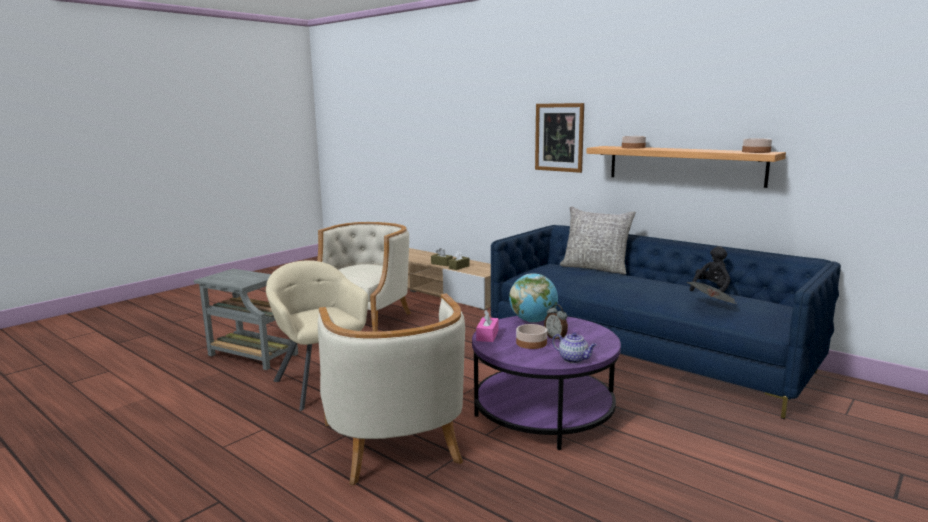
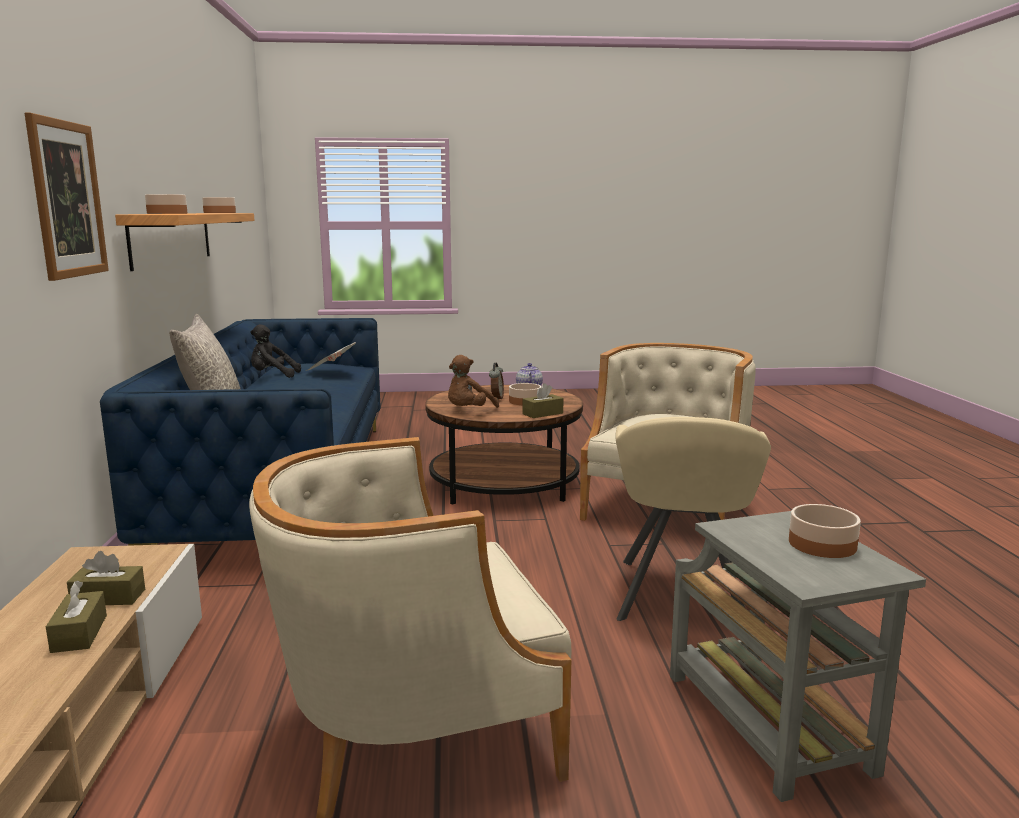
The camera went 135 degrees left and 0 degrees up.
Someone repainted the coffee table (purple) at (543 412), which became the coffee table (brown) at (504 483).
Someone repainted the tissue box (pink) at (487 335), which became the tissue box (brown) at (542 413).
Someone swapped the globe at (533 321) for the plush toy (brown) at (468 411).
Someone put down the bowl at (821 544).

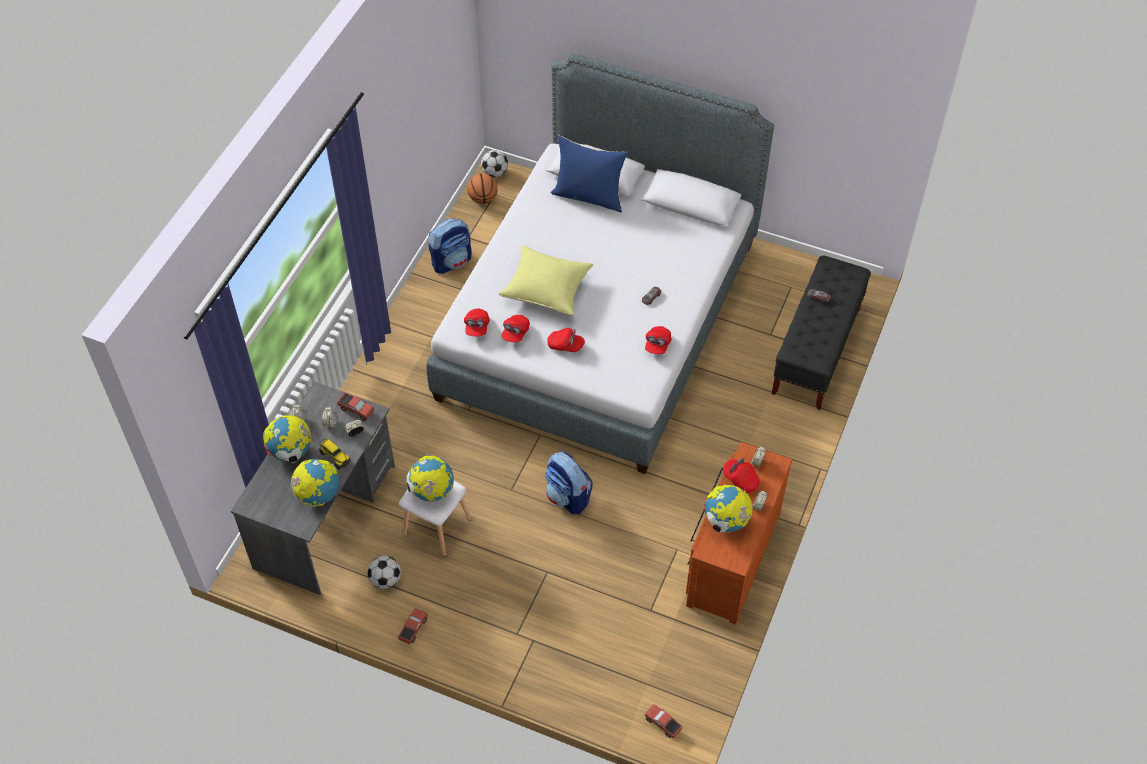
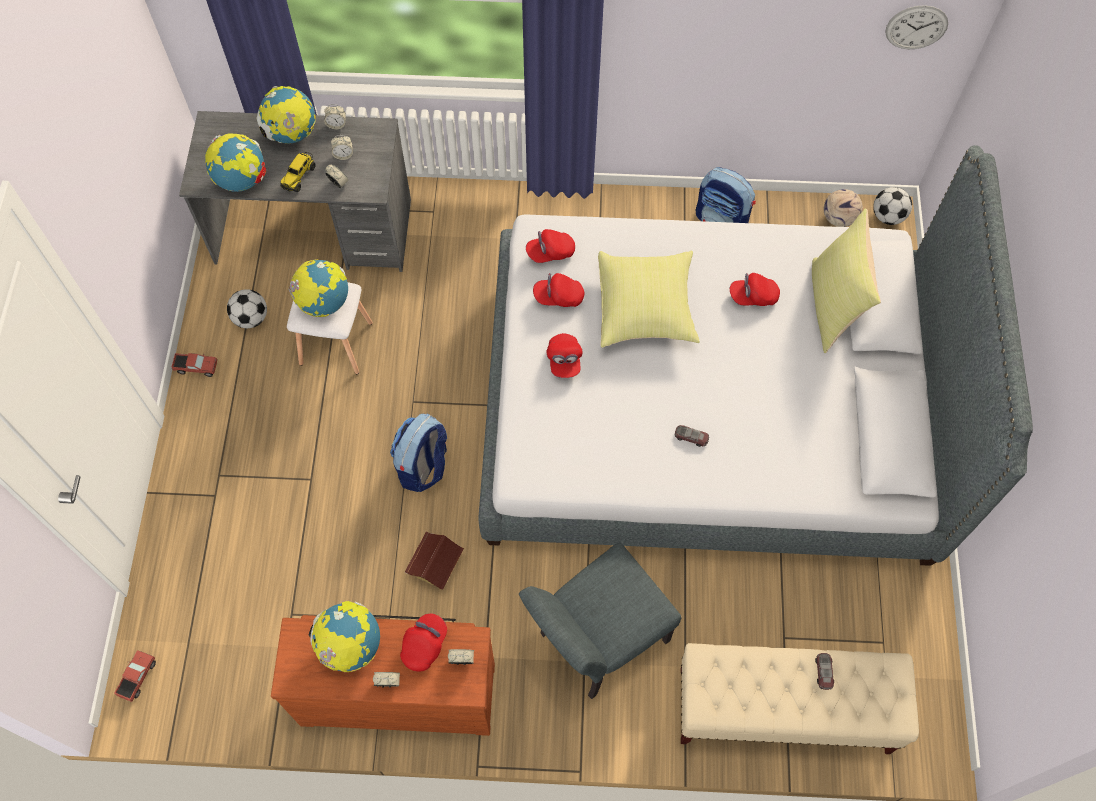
The camera went 70 degrees right and 10 degrees up.
Someone took away the toy truck at (356 410).
Someone swapped the basketball at (483 199) for the football at (838 218).
Someone repainted the pillow (blue) at (589 196), which became the pillow (yellow) at (834 305).
Someone carried the cap (red) from (657 345) to (753 296).
Someone repainted the bench (black) at (816 351), which became the bench (beige) at (782 710).
Someone put down the toy house at (436 568).
Someone put down the chair (grey) at (595 642).
Someone put up the wall clock at (916 27).

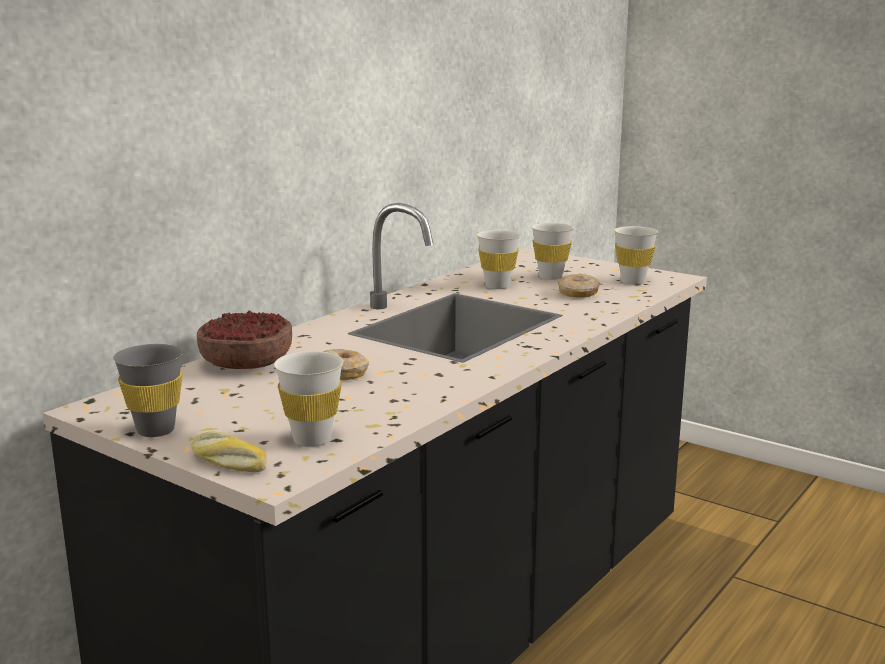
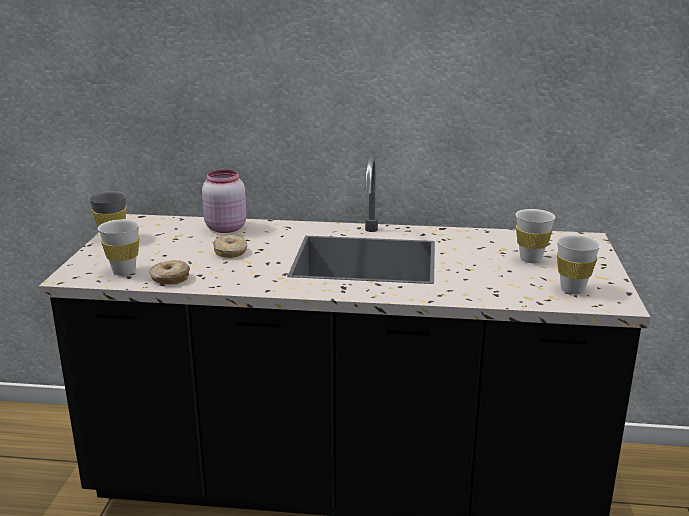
The camera went 60 degrees right and 5 degrees up.
Someone took away the bread at (227 463).
Someone swapped the bowl at (245 363) for the jar (pink) at (224 228).
Someone took away the cup (white) at (497 286).
Someone carried the donut from (578 293) to (170 279).

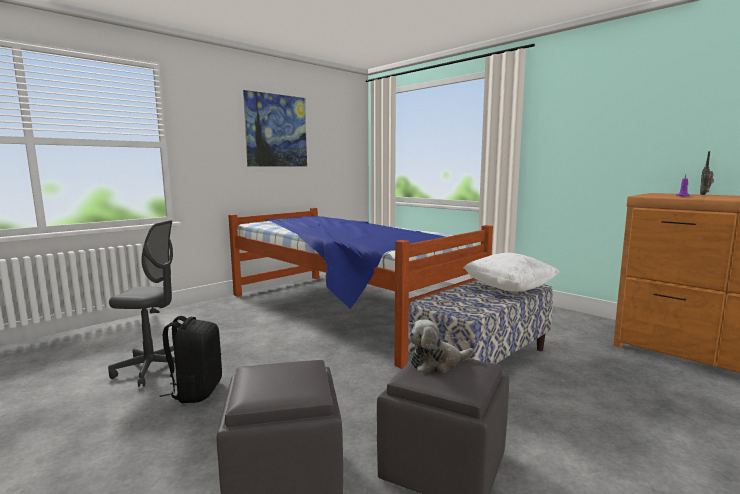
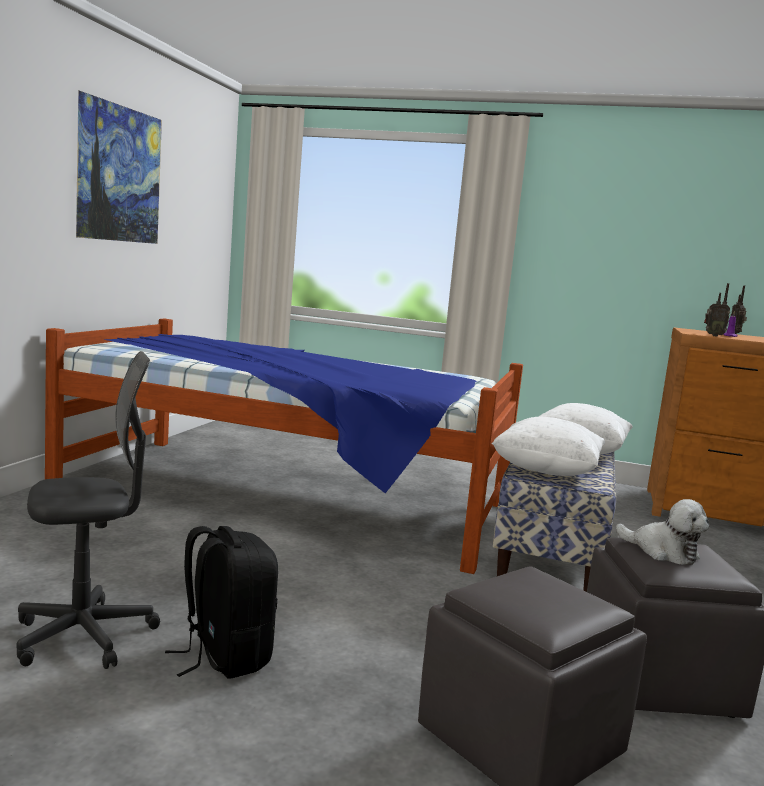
The camera went 30 degrees left and 0 degrees up.
Someone rotated the plush toy at (437 363) by 90 degrees counterclockwise.
Someone put down the pillow (white) at (546 472).
Someone put down the radio at (713 335).

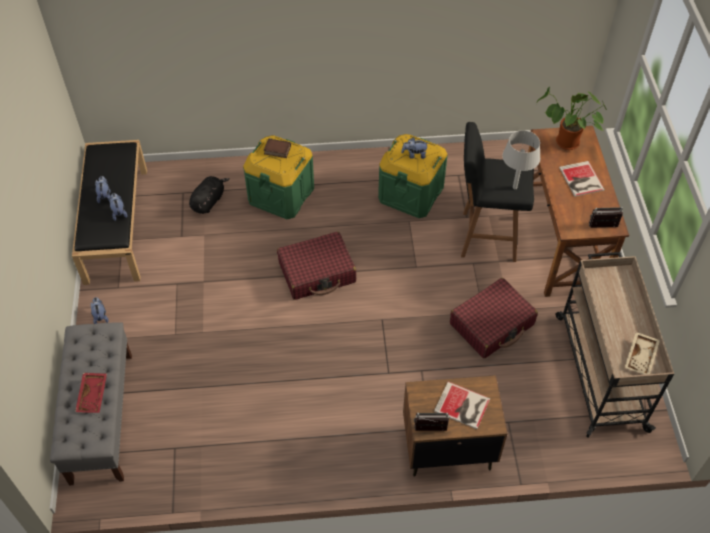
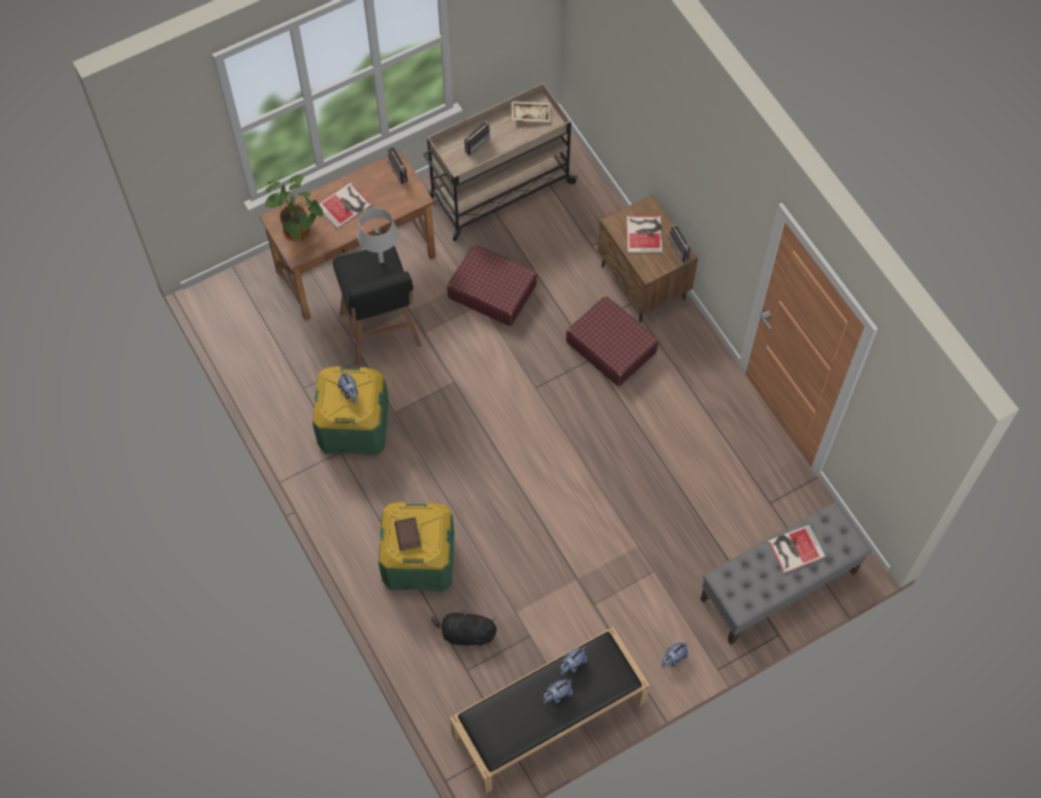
The camera went 115 degrees left and 10 degrees up.
Someone swapped the tray (red) at (93 395) for the book at (794 548).
Someone carried the suitcase (red) from (317 272) to (611 346).
Someone put down the radio at (475 143).

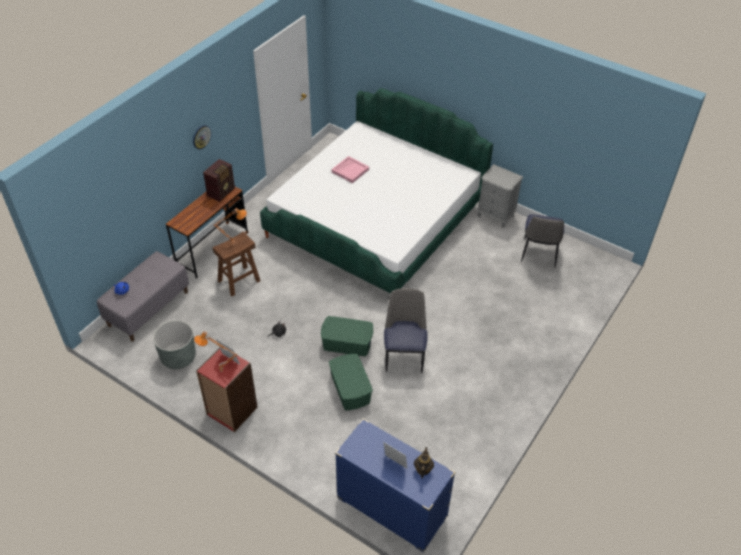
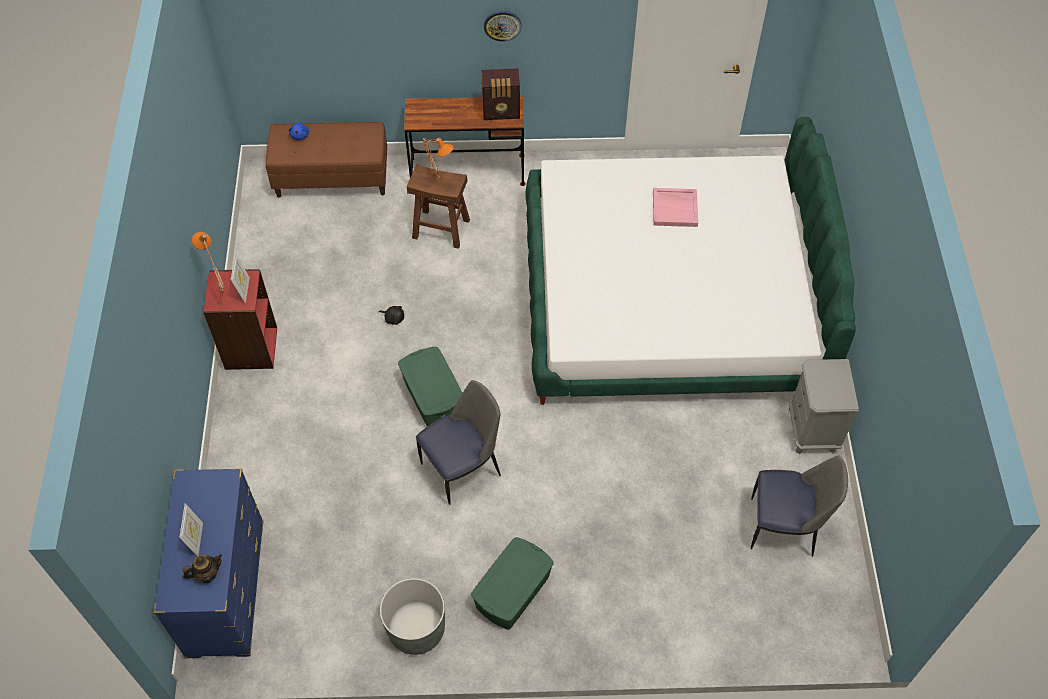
The camera went 55 degrees right and 10 degrees up.
Someone repainted the bench (grey) at (148 308), which became the bench (brown) at (332 178).
Someone carried the planter (grey) from (178 357) to (416 629).
Someone carried the storage box (green) from (350 389) to (512 591).
Someone rotated the chair at (538 254) by 150 degrees counterclockwise.

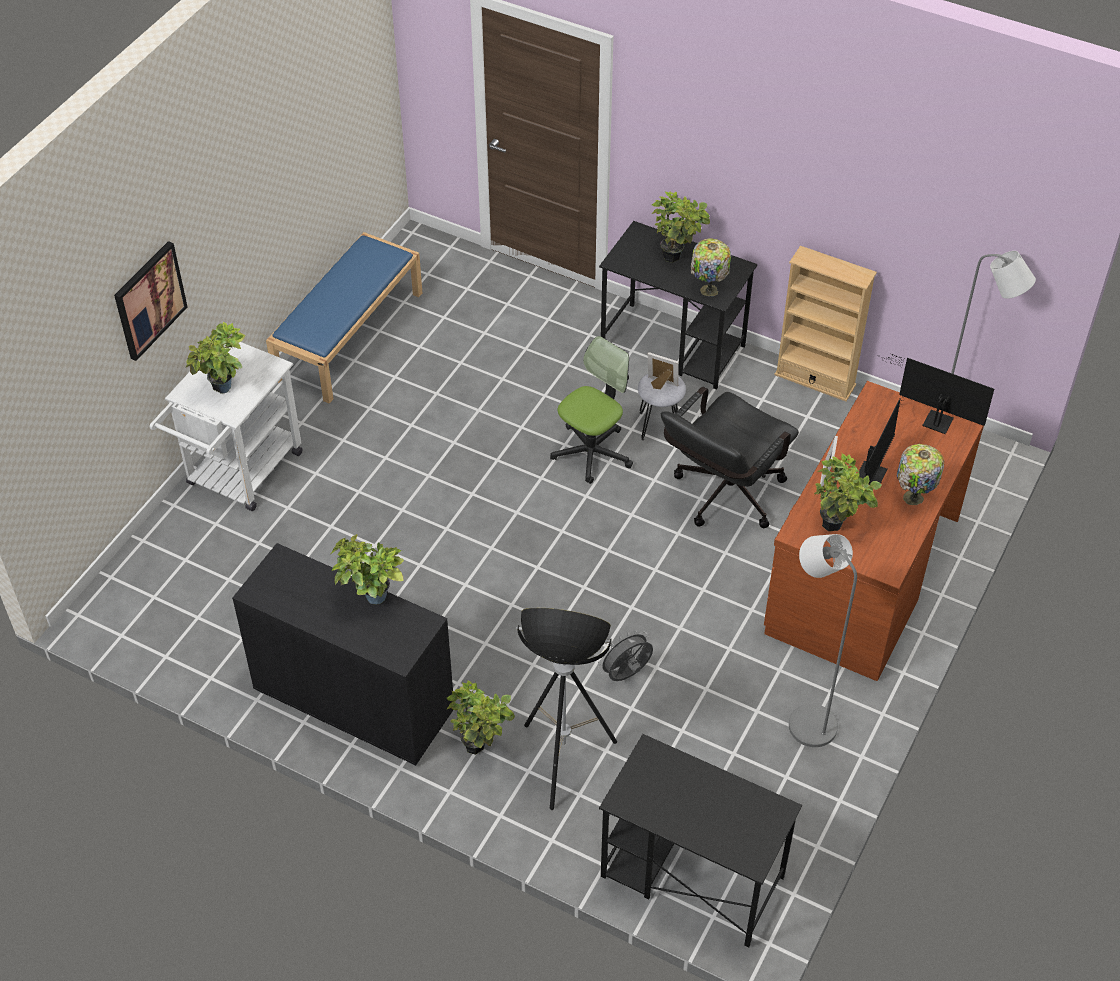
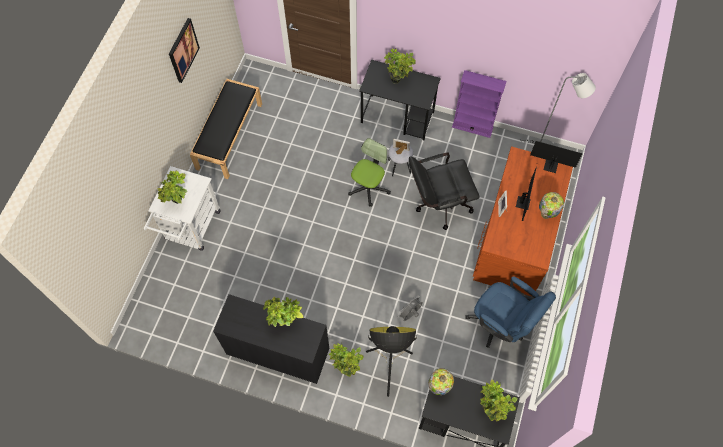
The camera went 10 degrees left and 15 degrees up.
Someone carried the picture from (149 300) to (183 50).
Someone repainted the bench (blue) at (349 334), which became the bench (black) at (229 135).
Someone rotated the office chair (black) at (722 498) by 45 degrees clockwise.
Someone carried the table lamp from (708 291) to (438 387).
Someone repainted the bookcase (beige) at (815 380), which became the bookcase (purple) at (472 127).
Someone swapped the floor lamp (grey) at (805 719) for the office chair (blue) at (501 325).
Someone carried the potted plant from (837 527) to (491 408).

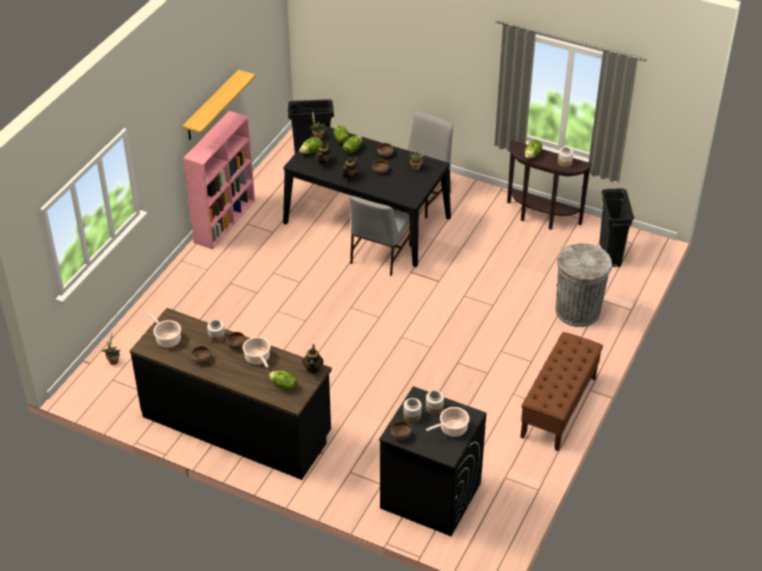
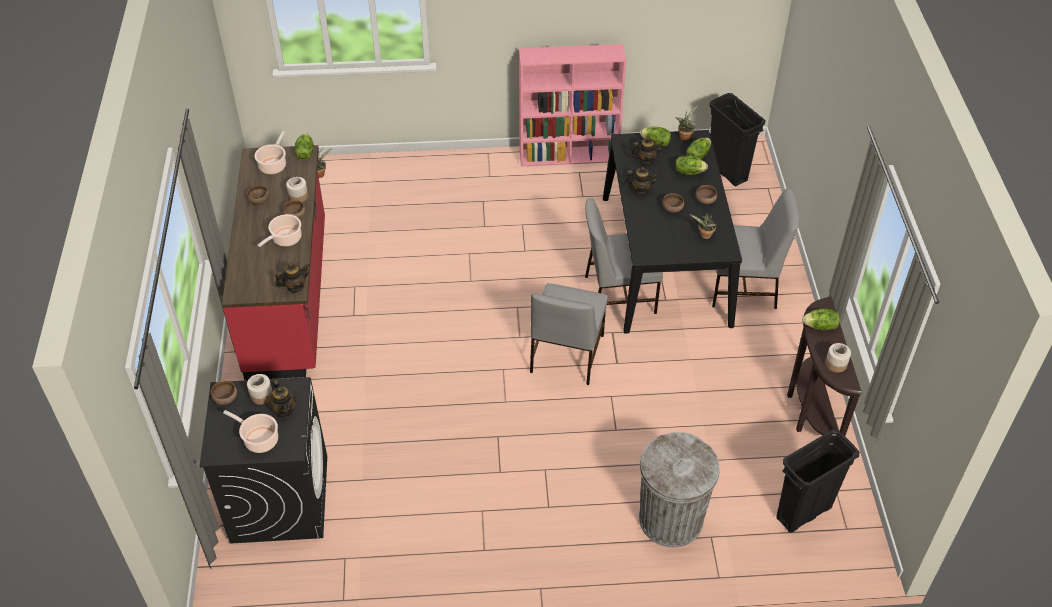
The camera went 60 degrees right and 5 degrees up.
Someone repainted the counter (black) at (237 425), which became the counter (red) at (289 297).
Someone took away the shelf at (211 106).
Someone carried the lettuce from (283 386) to (305 153).
Someone swapped the jar at (434 408) for the teapot at (284 410).
Someone took away the bench (brown) at (558 407).
Someone put down the chair (grey) at (566 355).

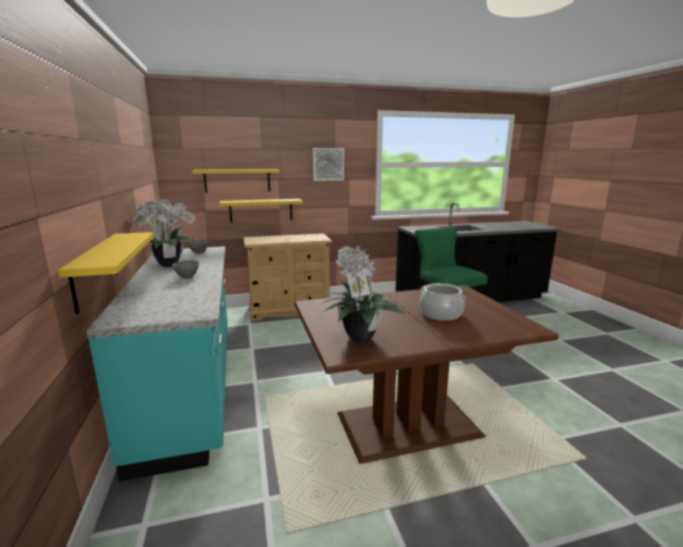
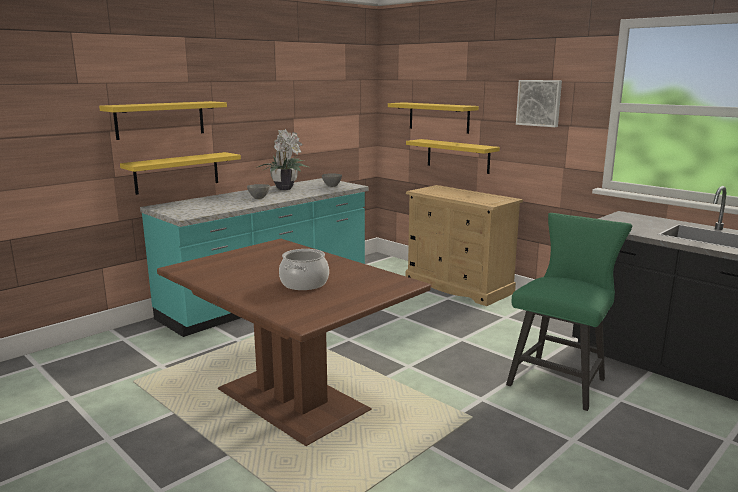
The camera went 60 degrees right and 0 degrees up.
Someone took away the potted plant at (359 339).
Someone put up the shelf (yellow) at (160 119).

